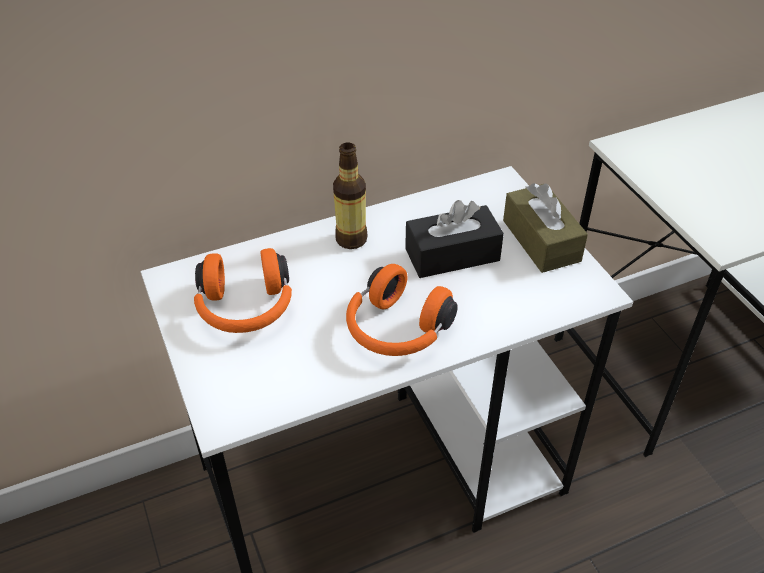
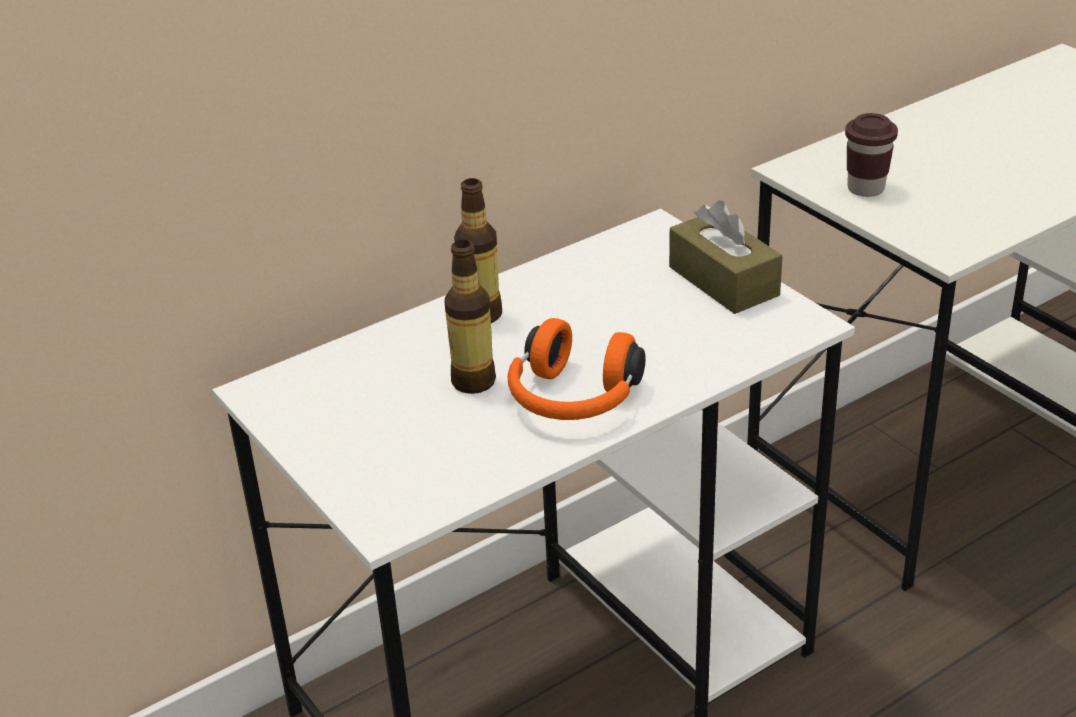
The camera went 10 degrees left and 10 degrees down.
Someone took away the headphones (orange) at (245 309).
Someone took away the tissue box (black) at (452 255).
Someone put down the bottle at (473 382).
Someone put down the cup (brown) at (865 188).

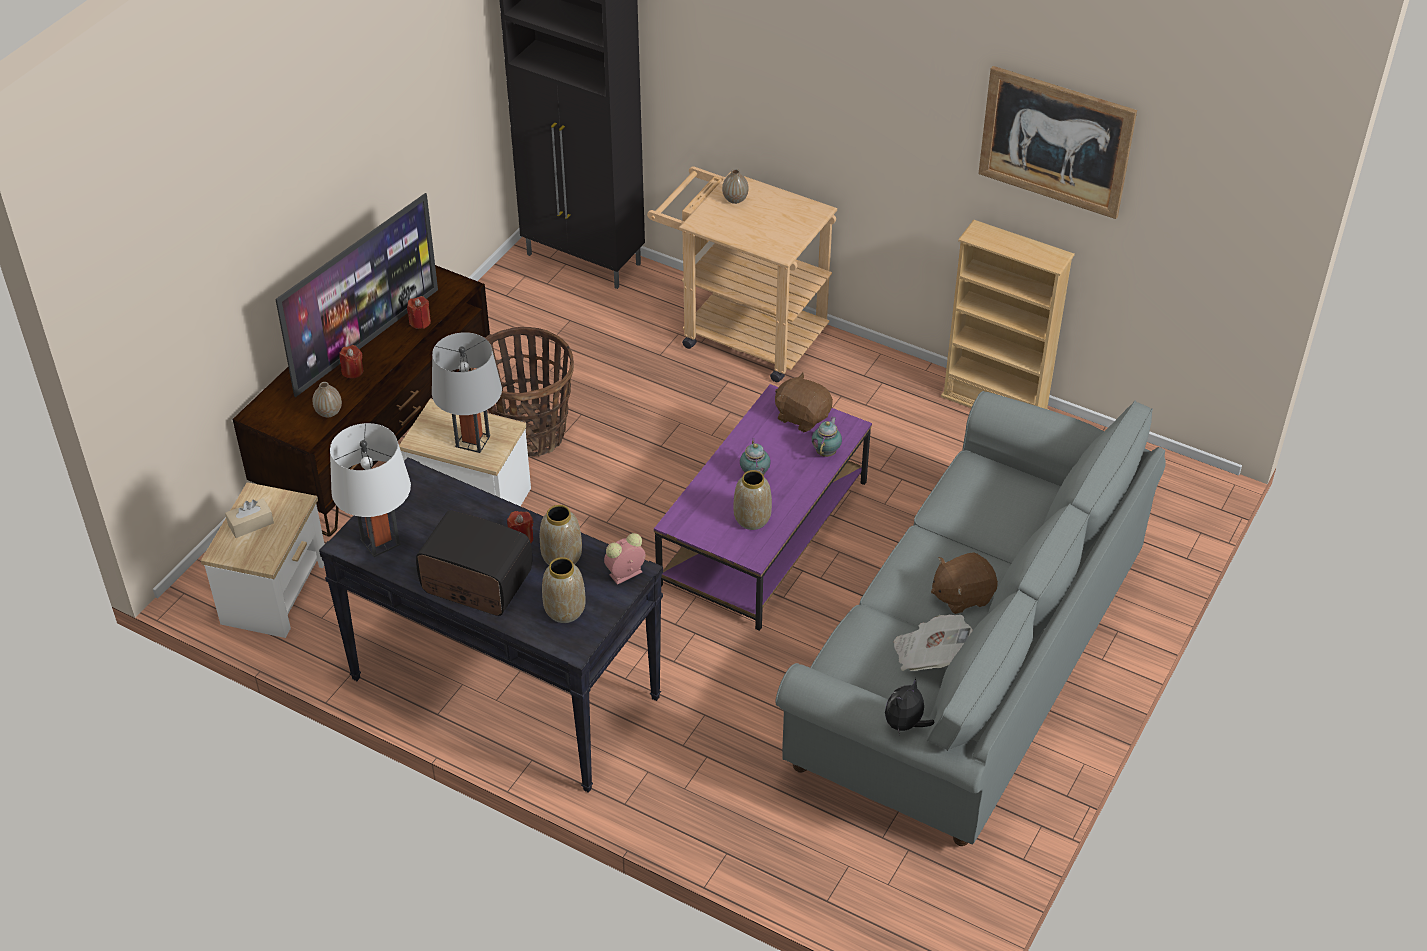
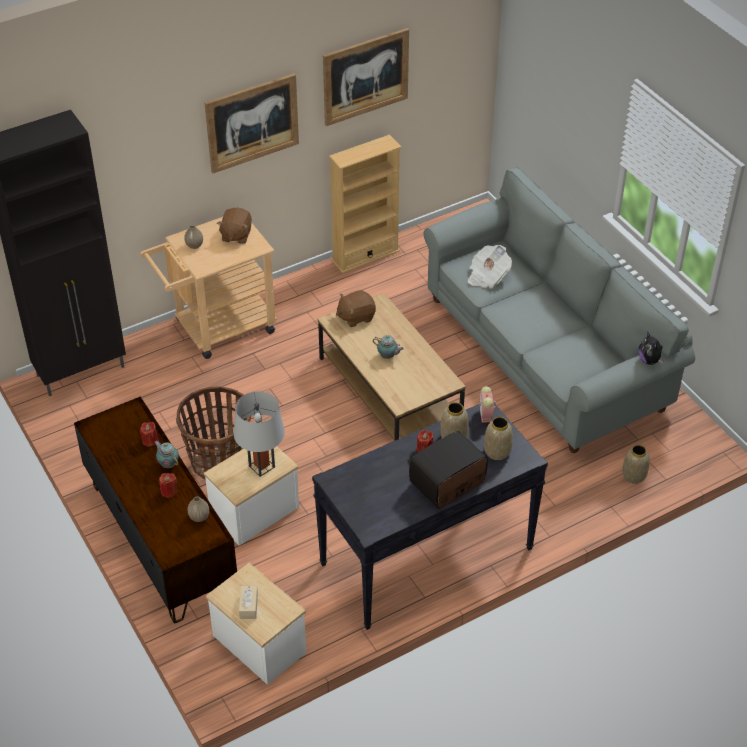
The camera went 60 degrees left and 0 degrees up.
Someone took away the television at (366 340).
Someone took away the table lamp (white) at (380 542).
Someone repainted the coffee table (purple) at (764 533), which became the coffee table (brown) at (390 390).
Someone carried the vase from (751 519) to (633 476).
Someone carried the teapot from (826 451) to (168 464).
Someone carried the newspaper from (929 655) to (487 276).
Someone carried the plush toy (brown) from (962 595) to (236 235).
Someone put up the picture at (252 122).

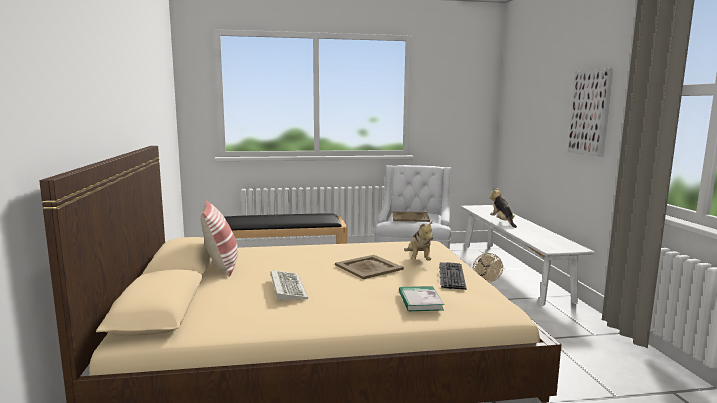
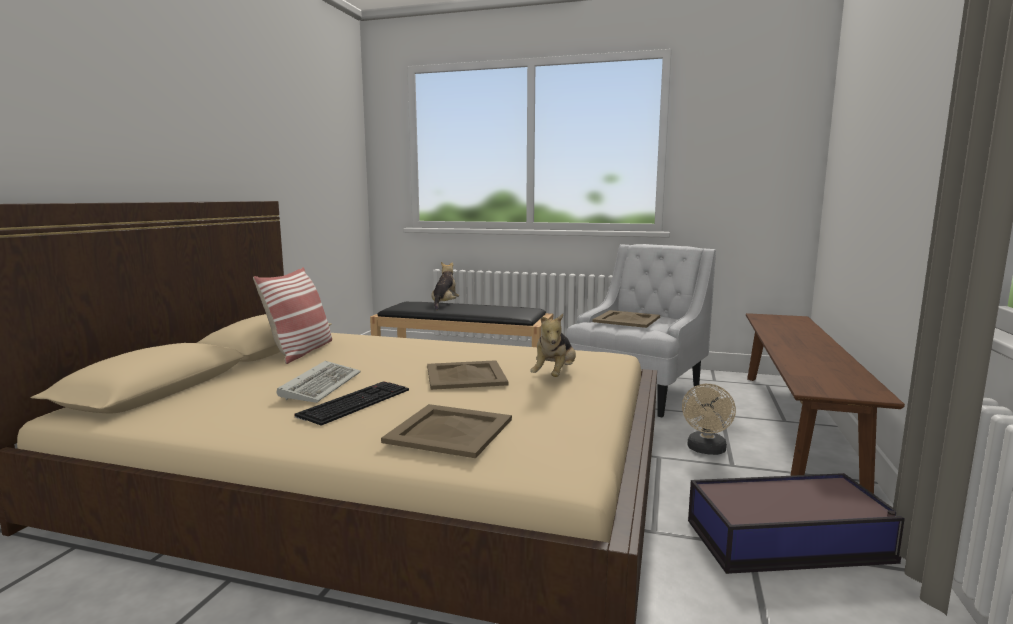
The camera went 25 degrees right and 0 degrees up.
Someone swapped the book at (420 301) for the tray (beige) at (450 430).
Someone carried the keyboard from (450 275) to (355 402).
Someone repainted the bench (white) at (512 270), which became the bench (brown) at (795 423).
Someone carried the plush toy from (502 222) to (444 304).
Someone took away the picture at (590 112).
Someone put down the storage box at (790 541).

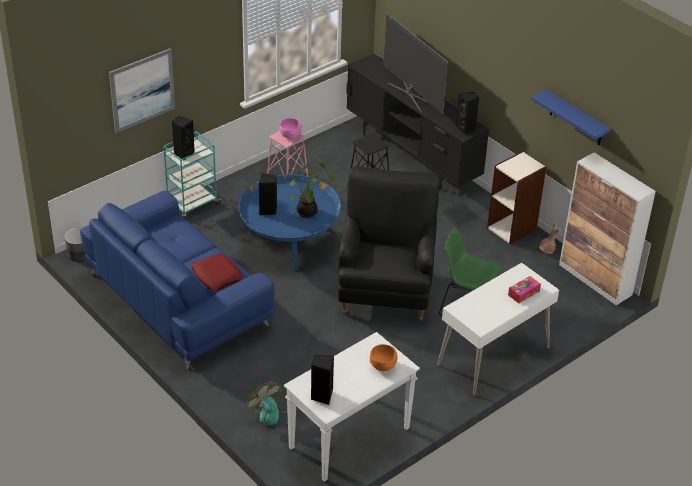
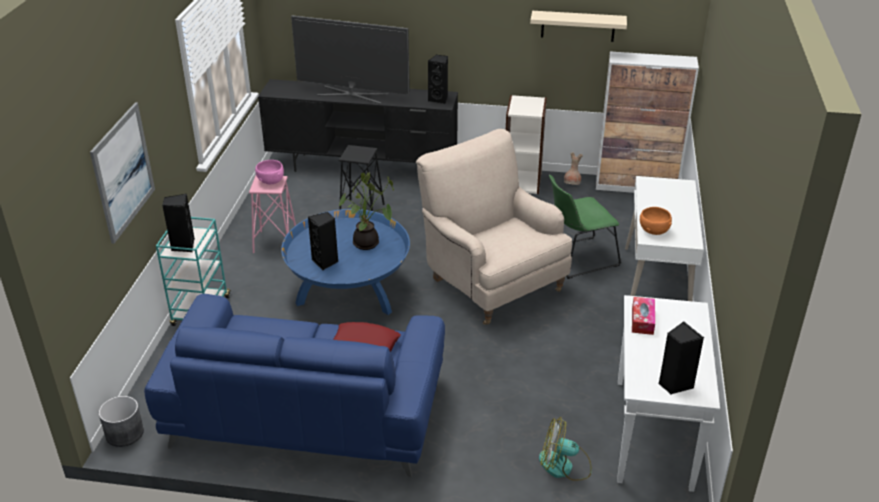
The camera went 40 degrees left and 5 degrees down.
Someone repainted the armchair (black) at (385 288), which became the armchair (beige) at (492 283).
Someone carried the bowl (orange) from (383 365) to (654 231).
Someone carried the tissue box from (523 293) to (642 320).
Someone repainted the shelf (blue) at (576 119), which became the shelf (beige) at (578 26).

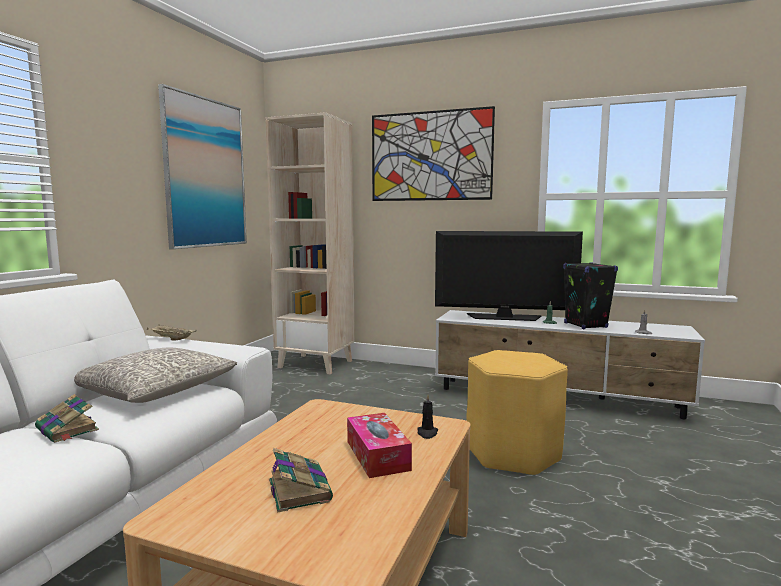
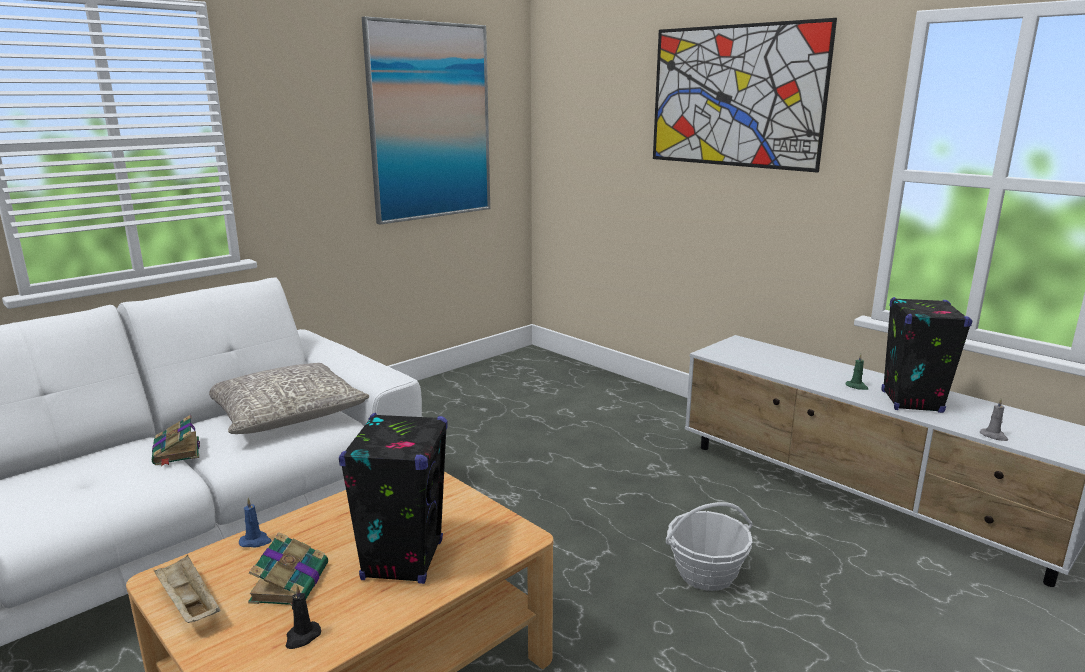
The camera went 25 degrees right and 10 degrees up.
Someone carried the tray (beige) from (171 339) to (188 605).
Someone took away the bookcase (beige) at (316 364).
Someone swapped the tissue box at (377 455) for the speaker (black) at (403 560).
Someone carried the candle (black) from (427 433) to (302 637).
Someone took away the television at (504 317).
Someone swapped the stool (yellow) at (513 454) for the basket at (706 573).
Someone put down the candle (blue) at (255 541).

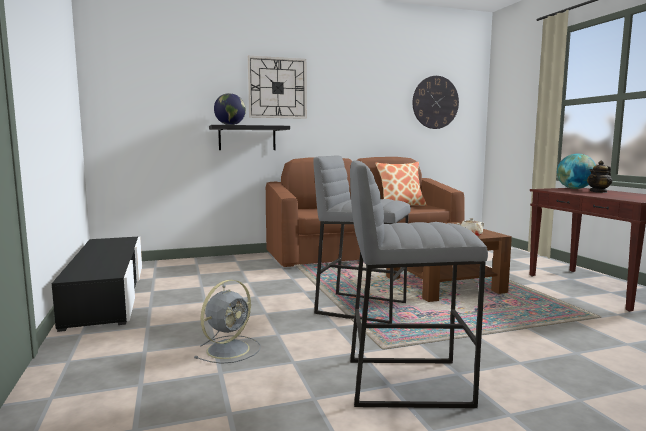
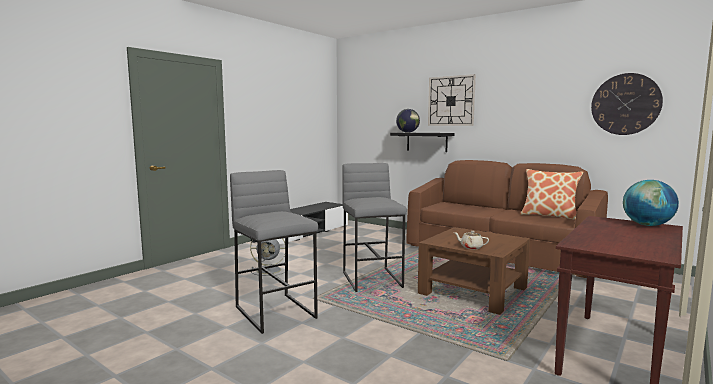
The camera went 55 degrees right and 0 degrees up.
Someone took away the teapot at (598 192).

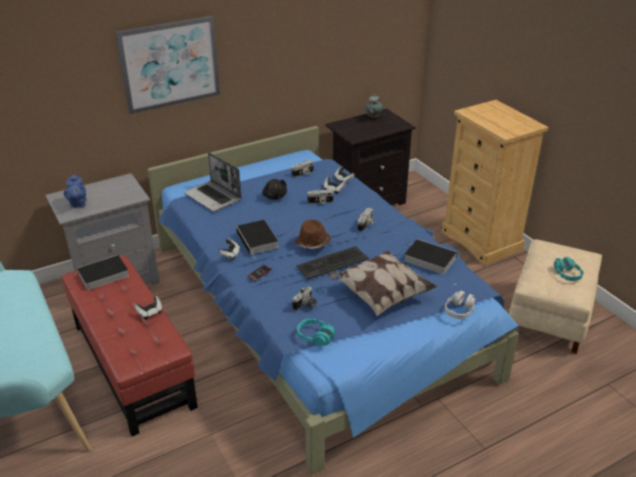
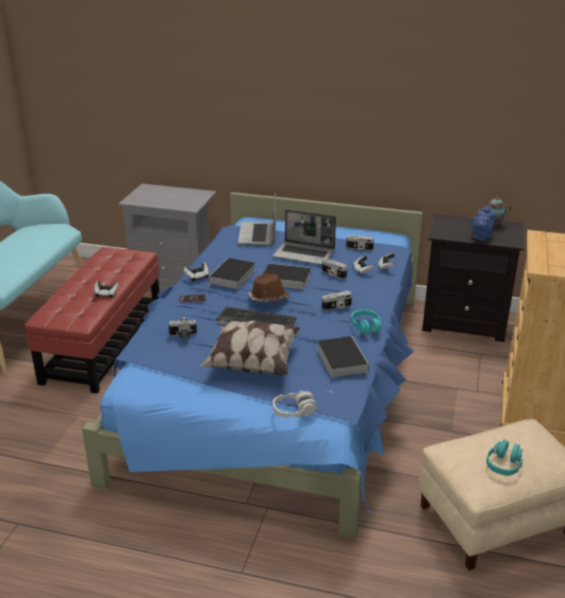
The camera went 45 degrees right and 5 degrees down.
Someone carried the teapot (blue) from (78 204) to (481 237).
Someone carried the book from (102 275) to (284 279).
Someone took away the picture at (170 64).
Someone swapped the plush toy (black) at (274 196) for the laptop at (305 254).
Someone carried the headphones (turquoise) from (315 337) to (366 327).

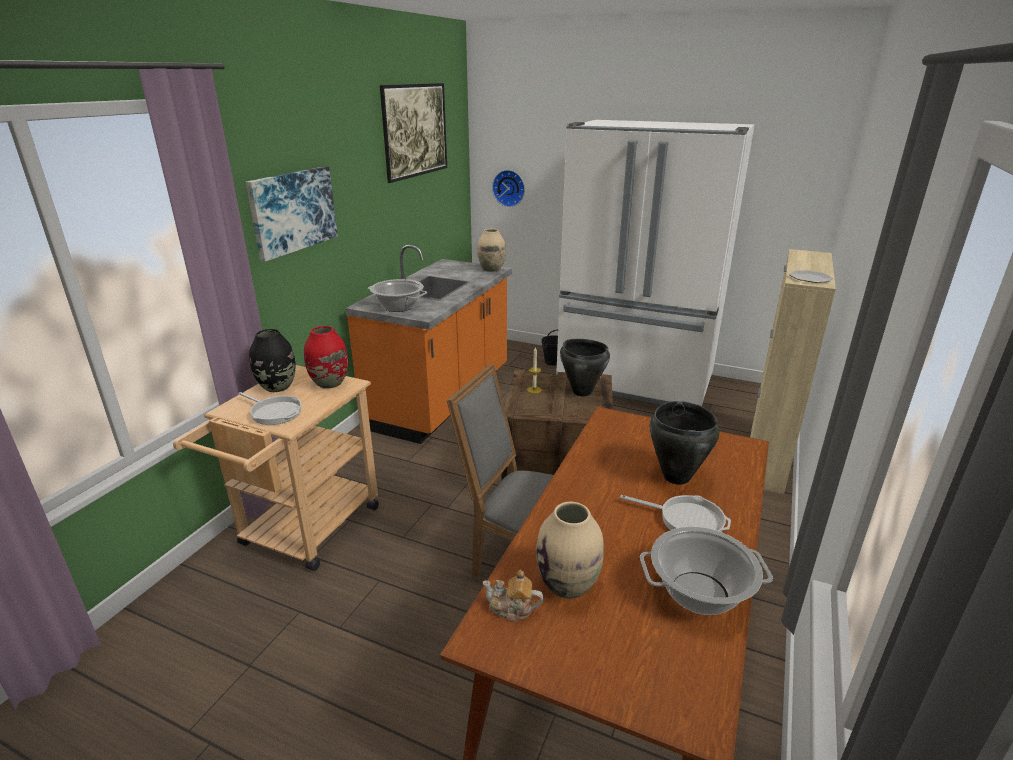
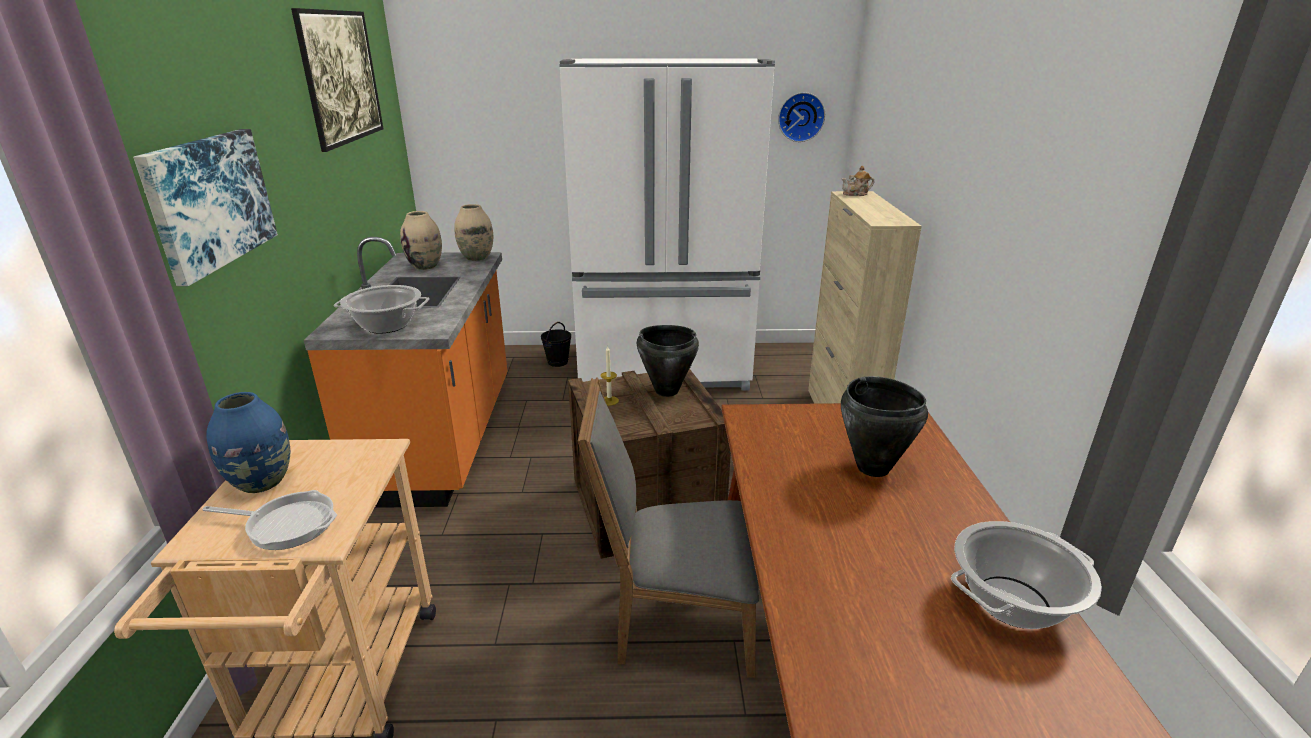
The camera went 25 degrees left and 0 degrees up.
Someone repainted the vase (black) at (277 387), which became the vase (blue) at (262 482).
Someone took away the vase (red) at (329 383).
Someone carried the teapot from (511 609) to (856 194).
Someone carried the wall clock from (509 188) to (800 117).
Someone carried the vase (beige) from (568 585) to (425 266).
Someone took away the frying pan at (686 519).
Someone took away the plate at (810 278).

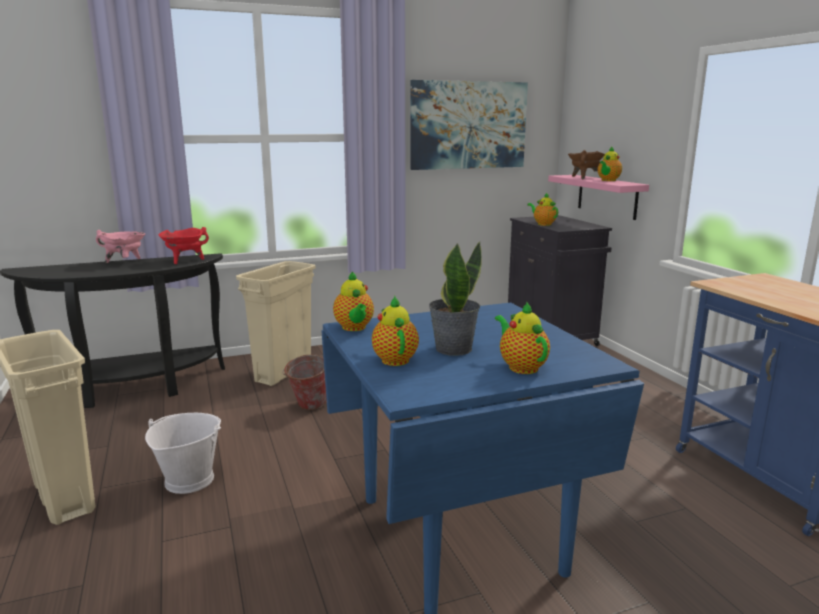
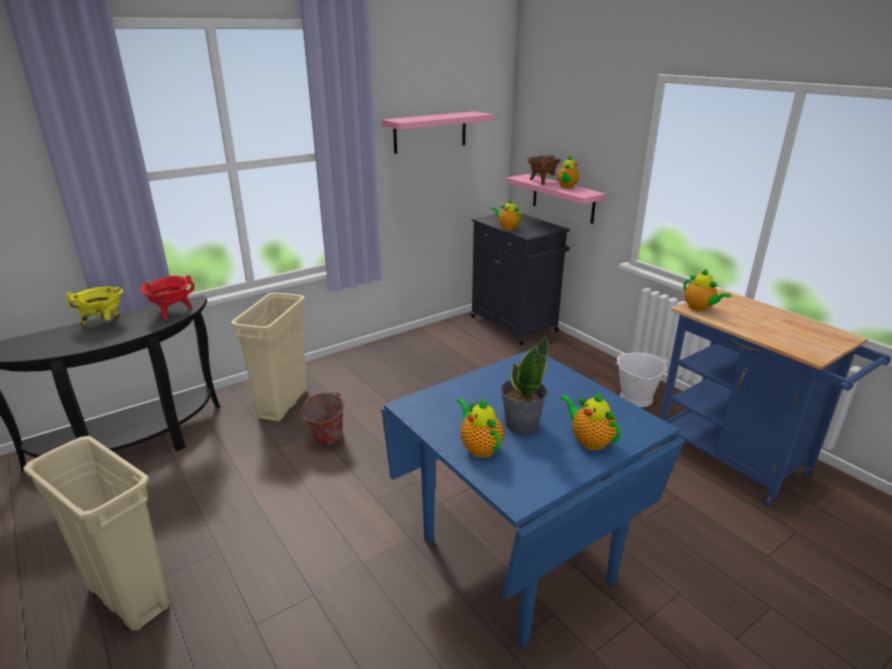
The camera went 15 degrees left and 10 degrees up.
Someone repainted the cooking pot (pink) at (125 262), which became the cooking pot (yellow) at (104 322).
Someone carried the bucket (white) from (189 480) to (635 398).
Someone carried the teapot from (354 328) to (699 308).
Someone swapped the picture at (468 125) for the shelf (pink) at (430 132).

